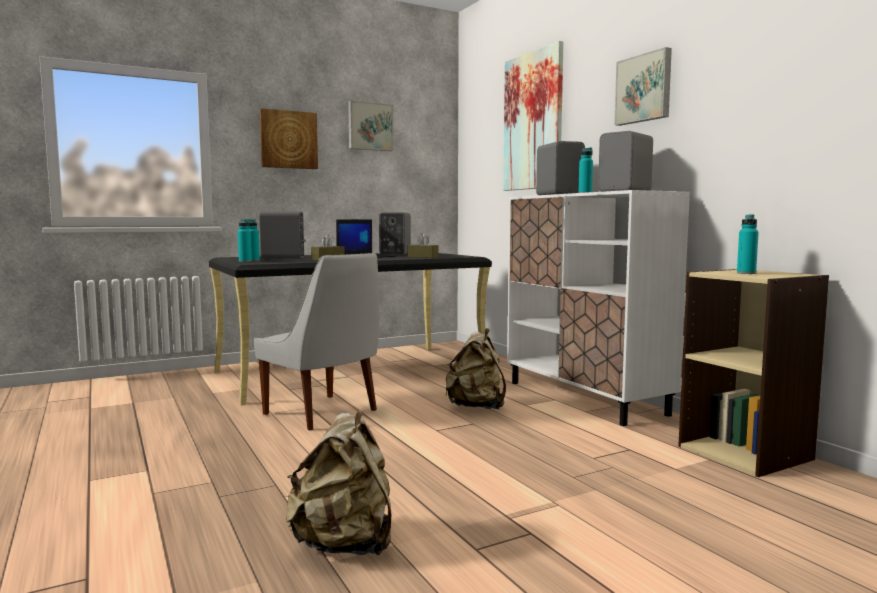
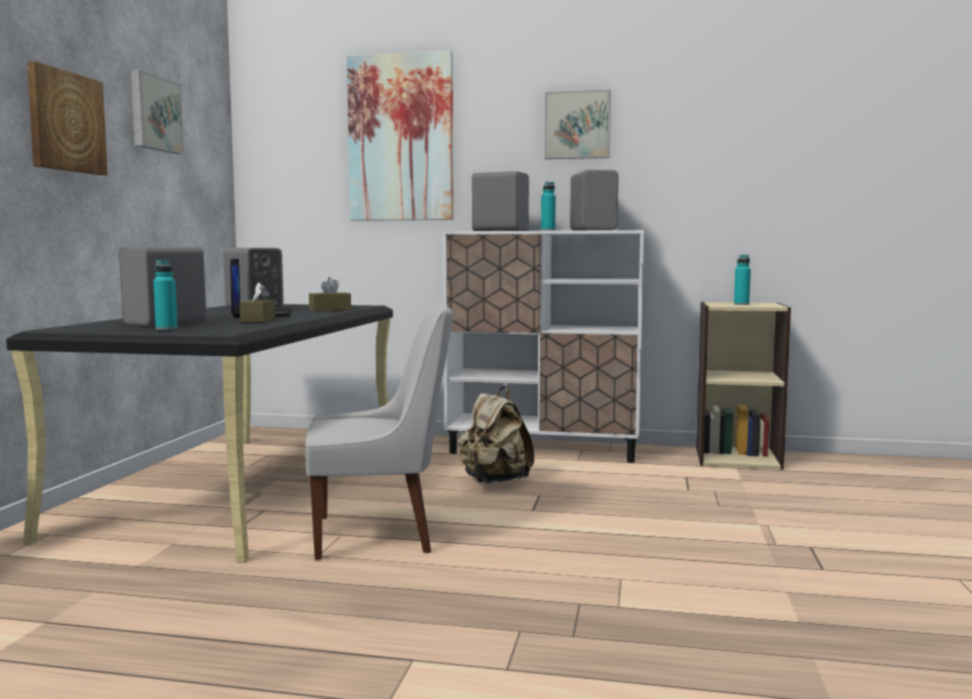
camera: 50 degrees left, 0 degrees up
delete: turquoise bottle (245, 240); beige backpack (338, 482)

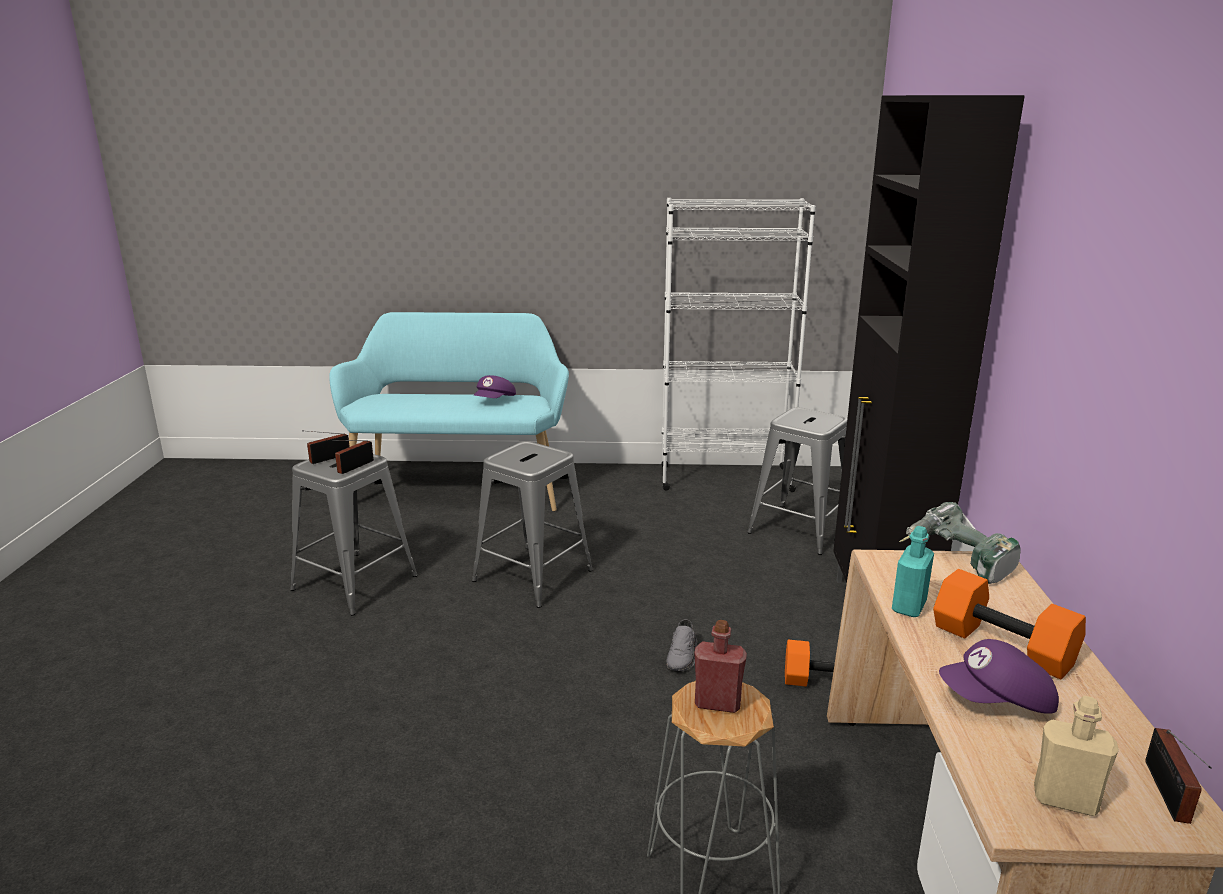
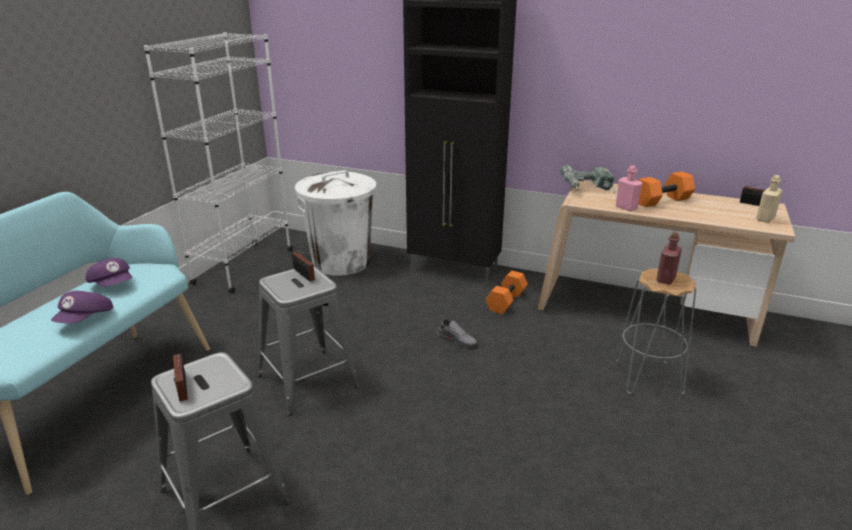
camera: 70 degrees left, 5 degrees up
move: radio (353, 457) to (303, 266); purple cap (999, 676) to (82, 307)
replace: grey stool (797, 481) to white trash can (336, 223)
recolor: turquoise bottle (913, 571) to pink bottle (629, 188)

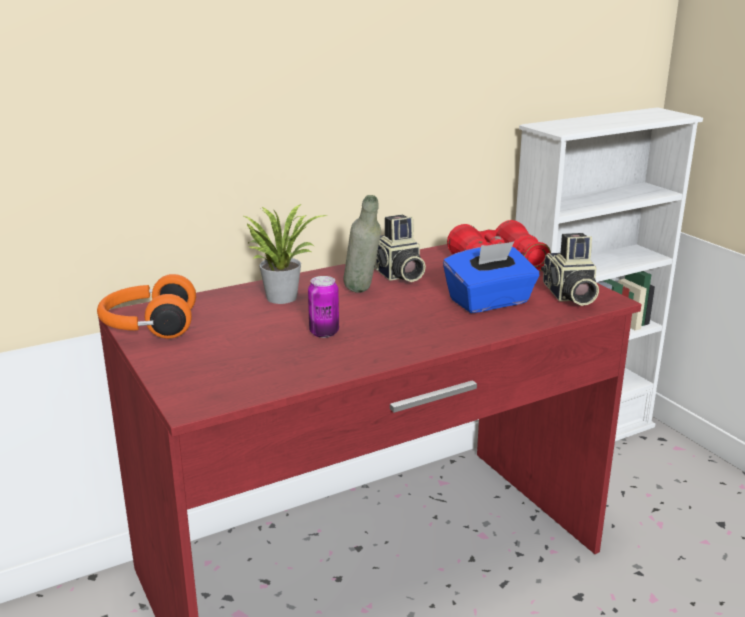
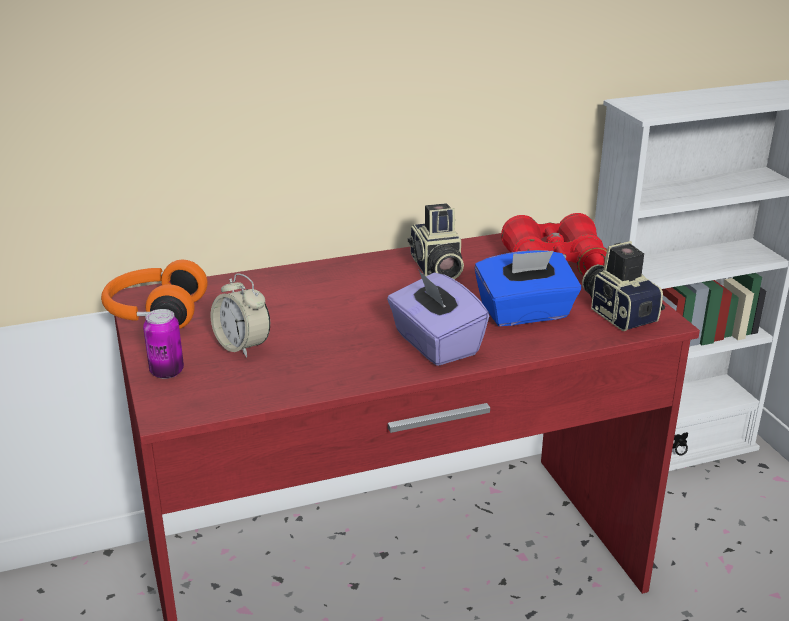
camera: 10 degrees right, 5 degrees up
delete: potted plant (285, 254); grey bottle (362, 244)
insert: alarm clock (240, 315); purple tissue box (438, 317)
move: can (323, 307) to (163, 344)
rotate: photo camera (570, 269) = (623, 286) 150 degrees clockwise

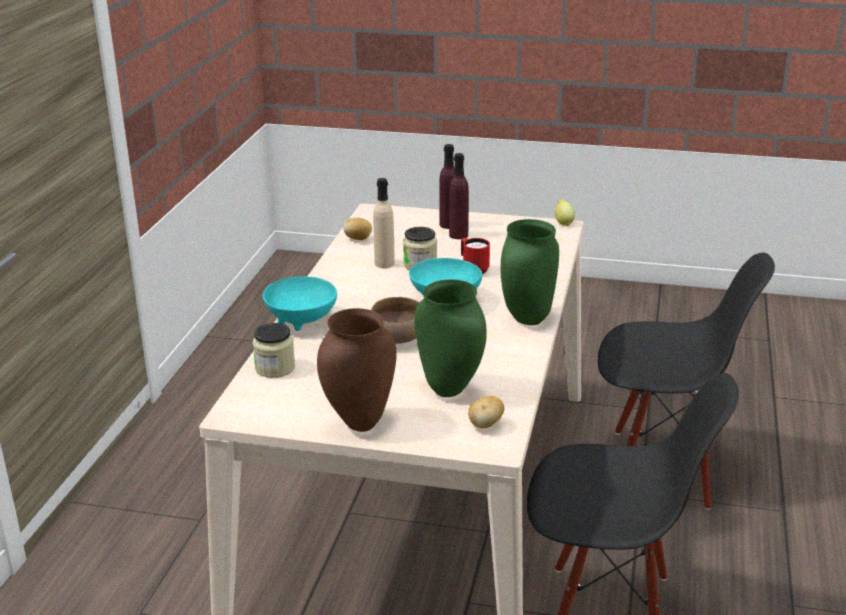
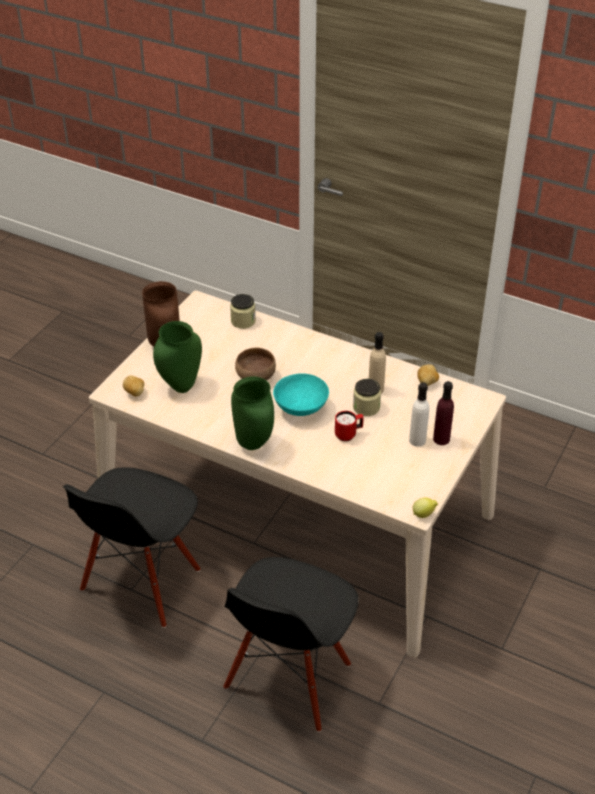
camera: 105 degrees right, 15 degrees up
delete: turquoise bowl (300, 304)
recolor: purple bottle (459, 196) to white bottle (419, 415)

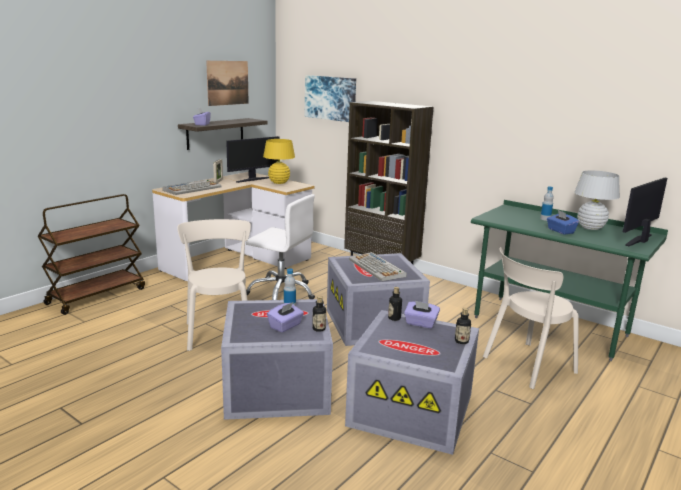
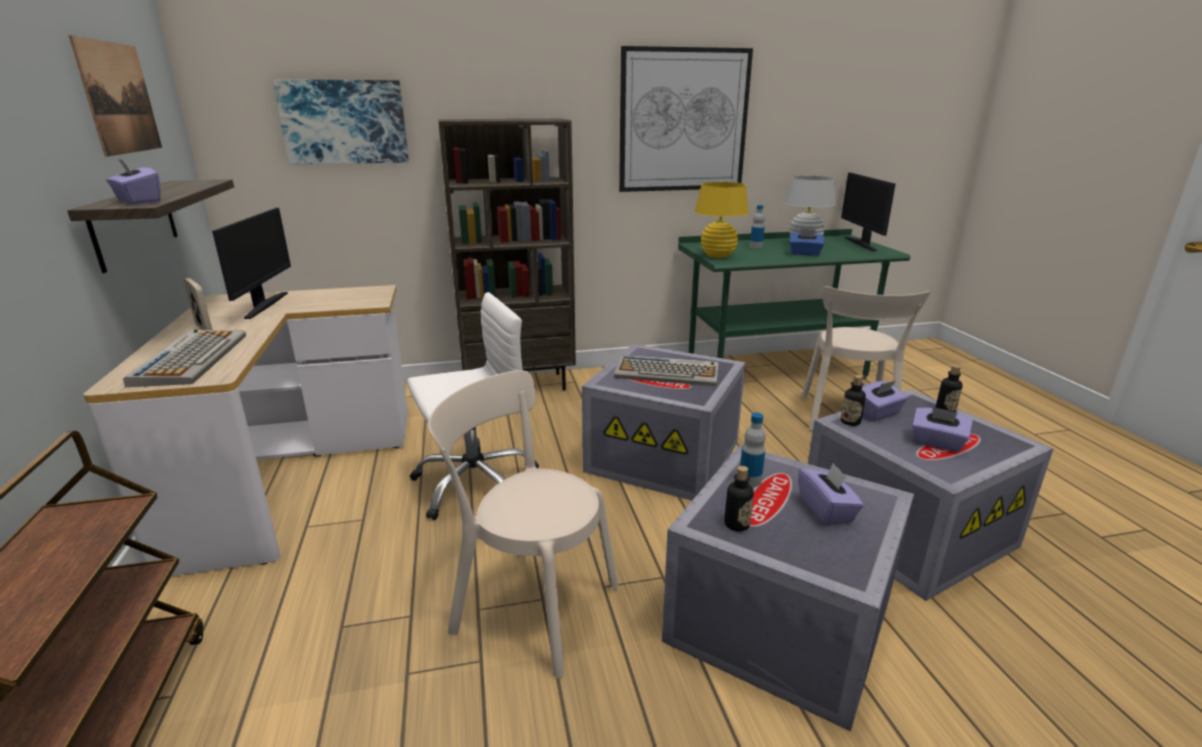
camera: 50 degrees left, 5 degrees up
insert: picture (686, 119); purple tissue box (942, 429)
move: yellow table lamp (279, 161) to (721, 220); bottle (319, 314) to (739, 499)

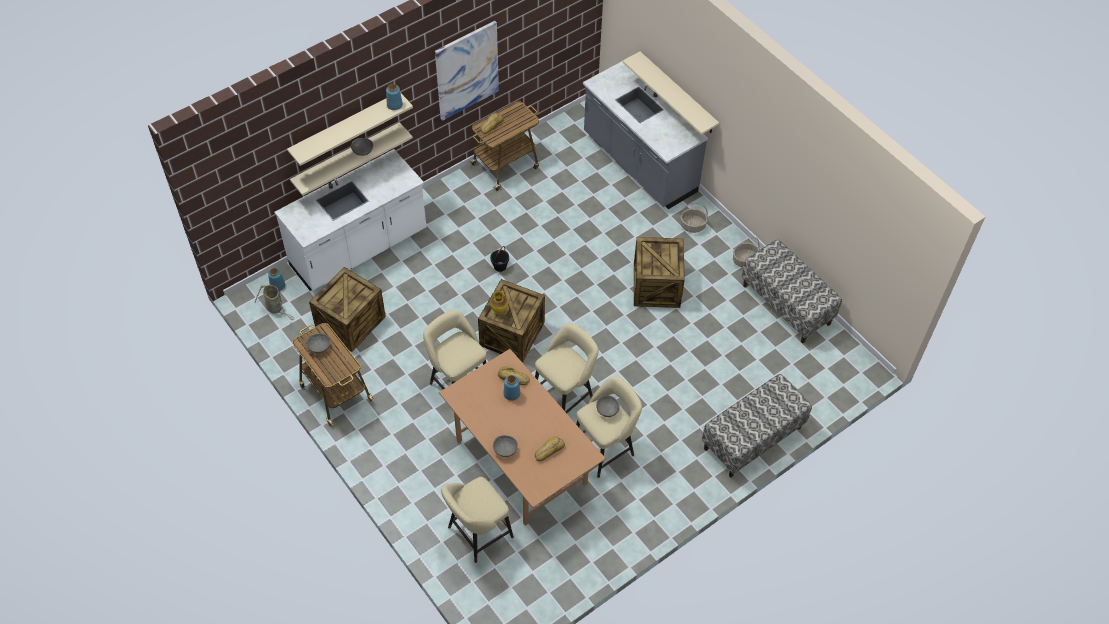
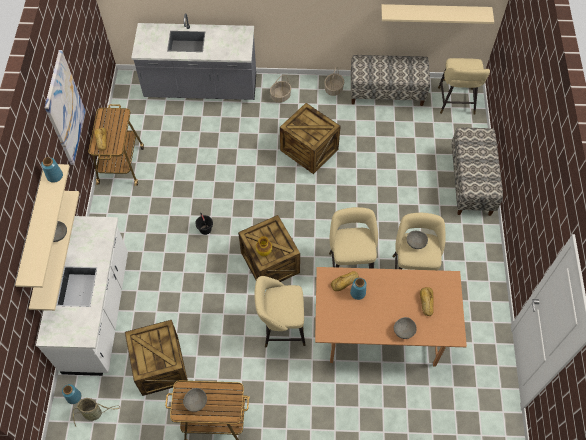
camera: 50 degrees left, 5 degrees up
move: beige stool (477, 520) to (464, 86); beige shelf (671, 93) to (437, 14)

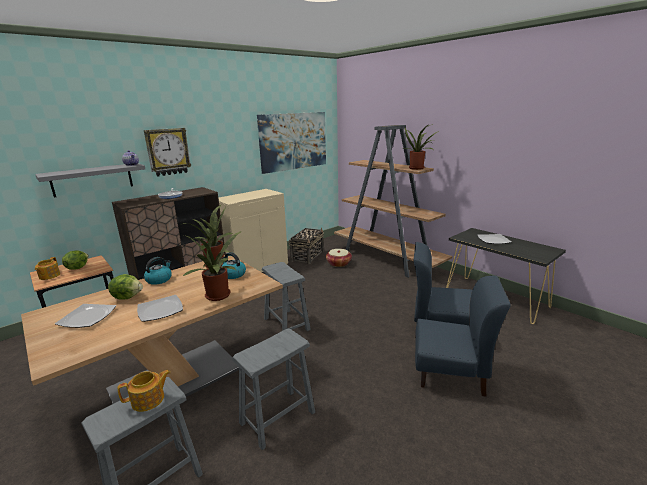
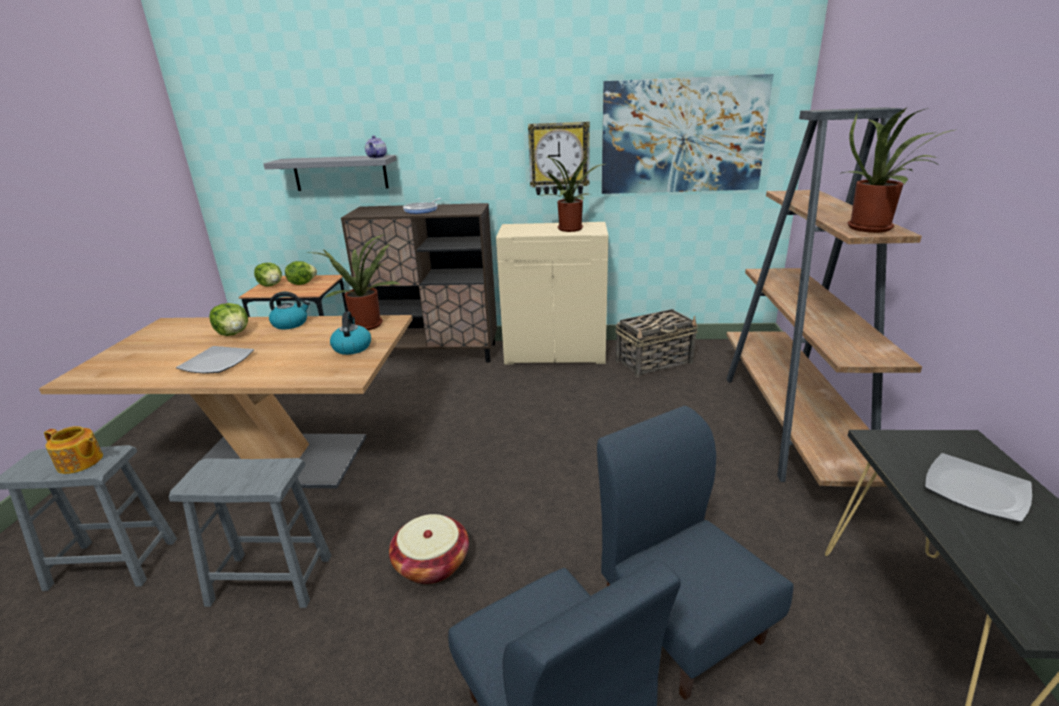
camera: 45 degrees right, 5 degrees up
delete: plate (85, 316); grey stool (286, 296)
move: wall clock (168, 152) to (559, 158); potted plant (212, 264) to (571, 193); basket (339, 258) to (429, 549)
replace: teapot (47, 268) to lettuce (268, 275)

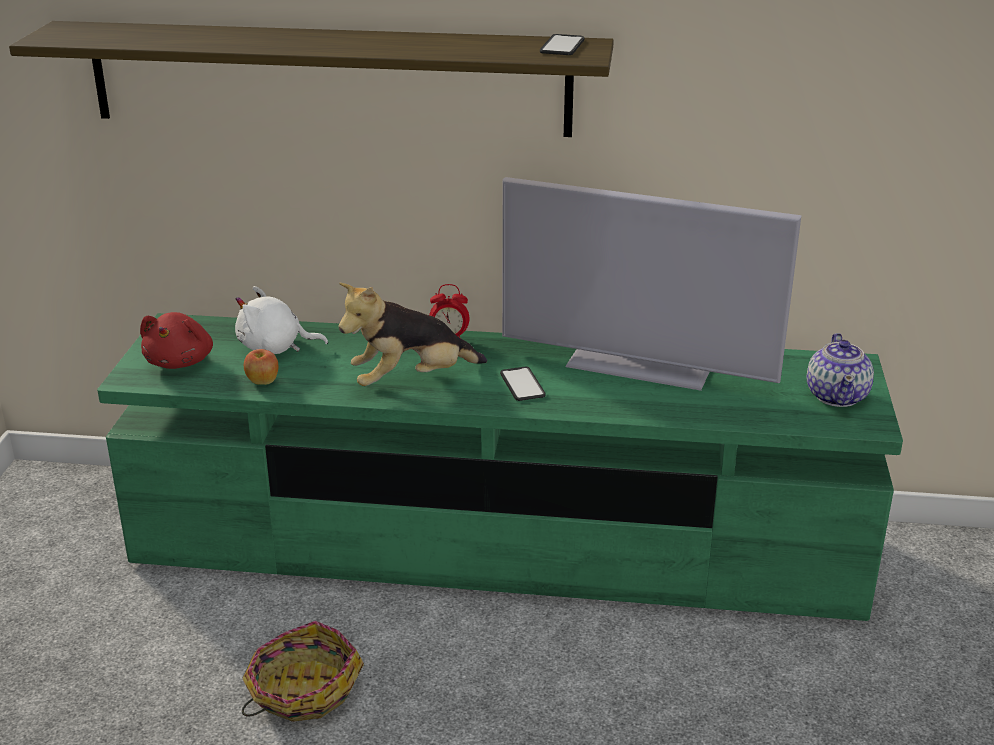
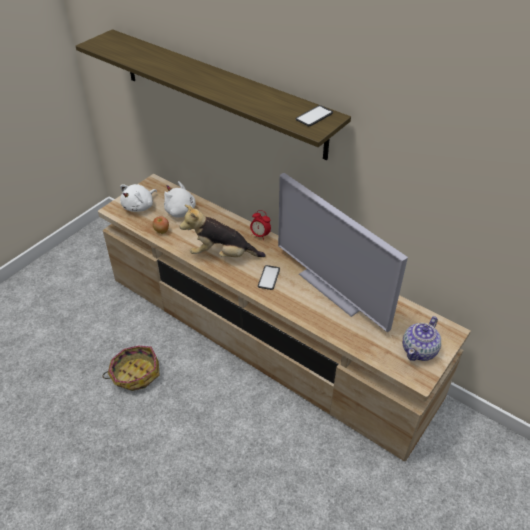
camera: 30 degrees right, 15 degrees up
recolor: green tv stand (500, 467) to beige tv stand (284, 317); red plush toy (176, 340) to white plush toy (138, 198)

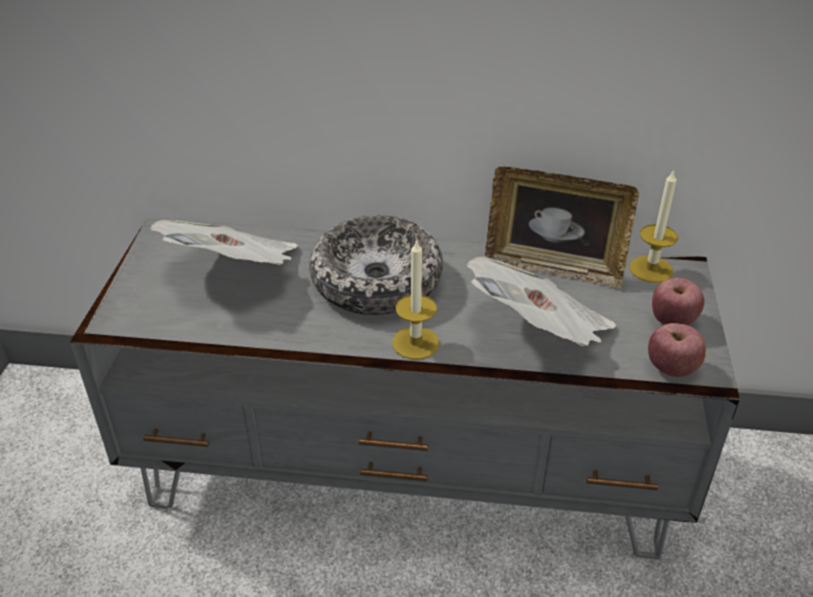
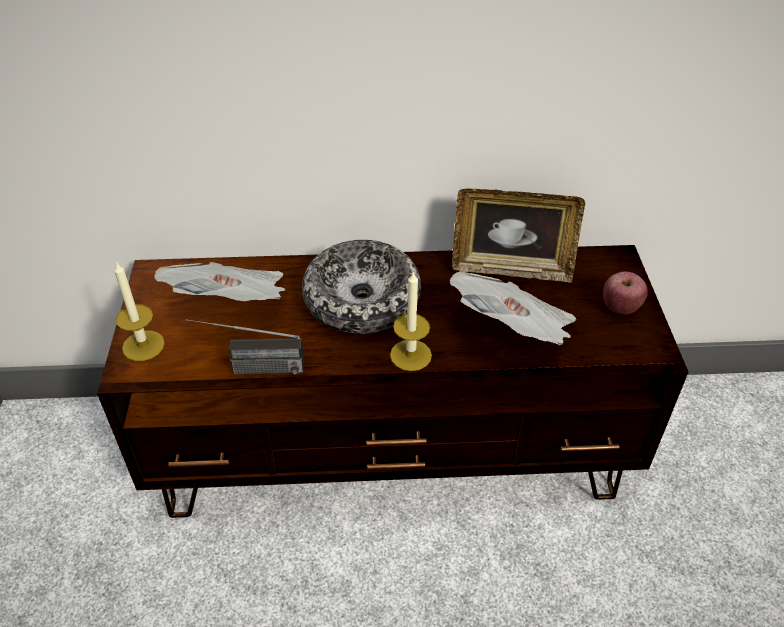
camera: 10 degrees left, 5 degrees up
delete: apple (677, 350)
insert: radio (245, 347)
move: candle (654, 226) to (139, 311)
recolor: grey tv stand (405, 388) to brown tv stand (392, 381)

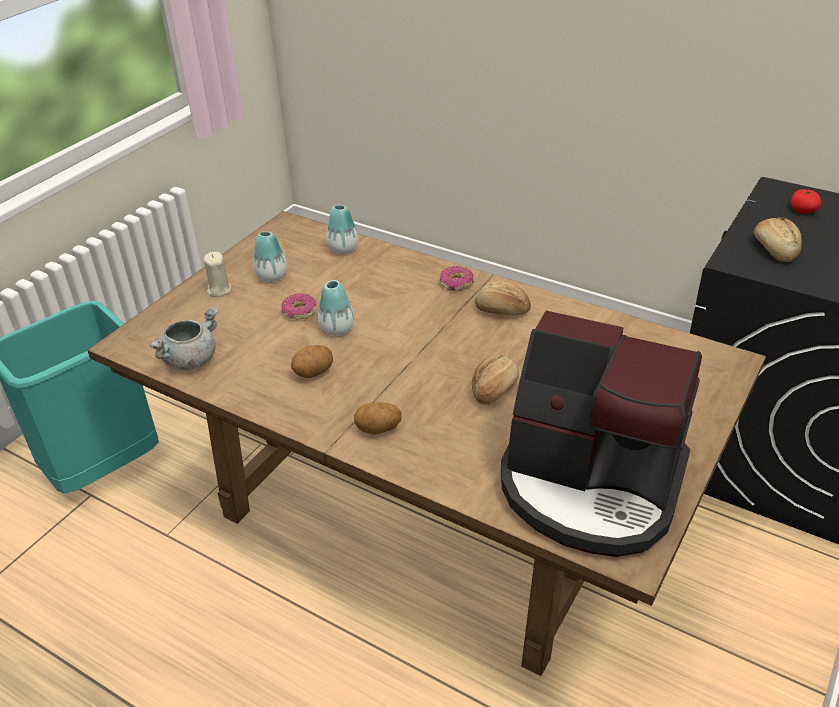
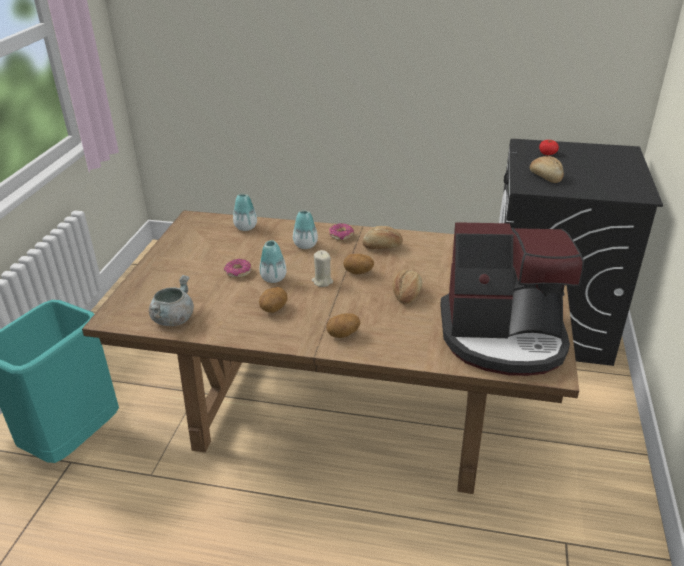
camera: 20 degrees left, 5 degrees down
insert: potato (358, 264)
move: beige candle (217, 274) to (322, 268); vase (270, 256) to (305, 229)

